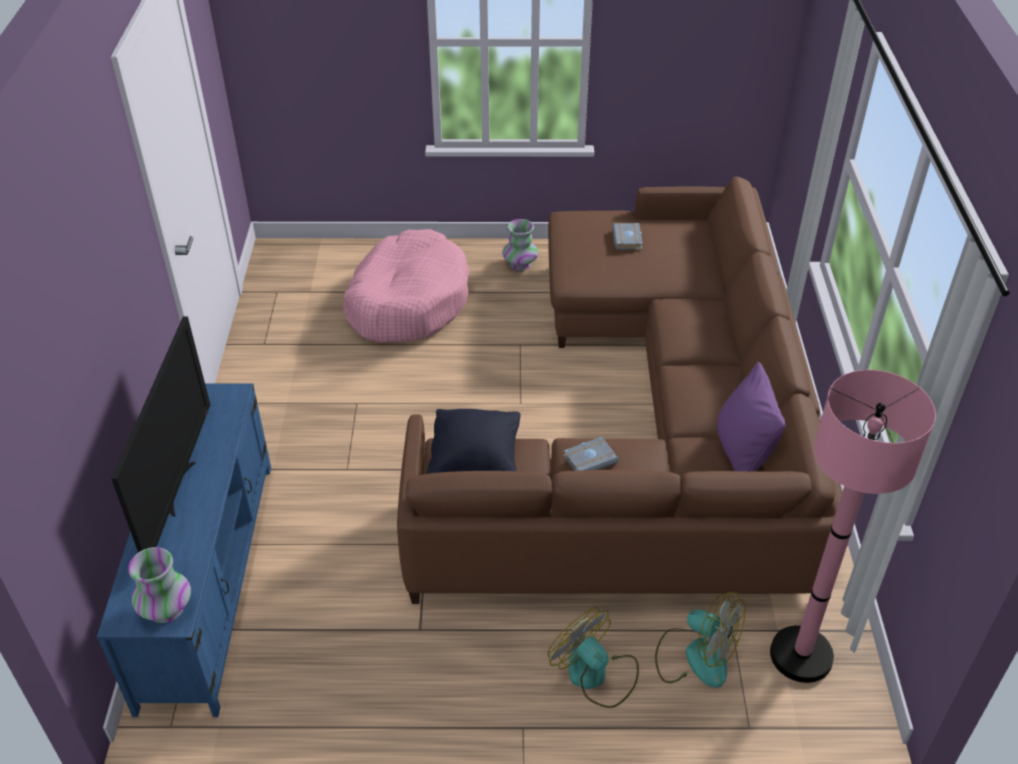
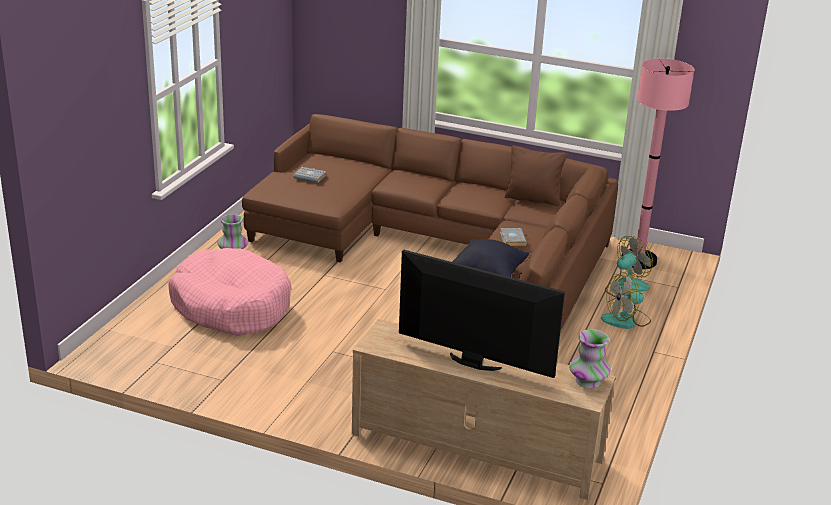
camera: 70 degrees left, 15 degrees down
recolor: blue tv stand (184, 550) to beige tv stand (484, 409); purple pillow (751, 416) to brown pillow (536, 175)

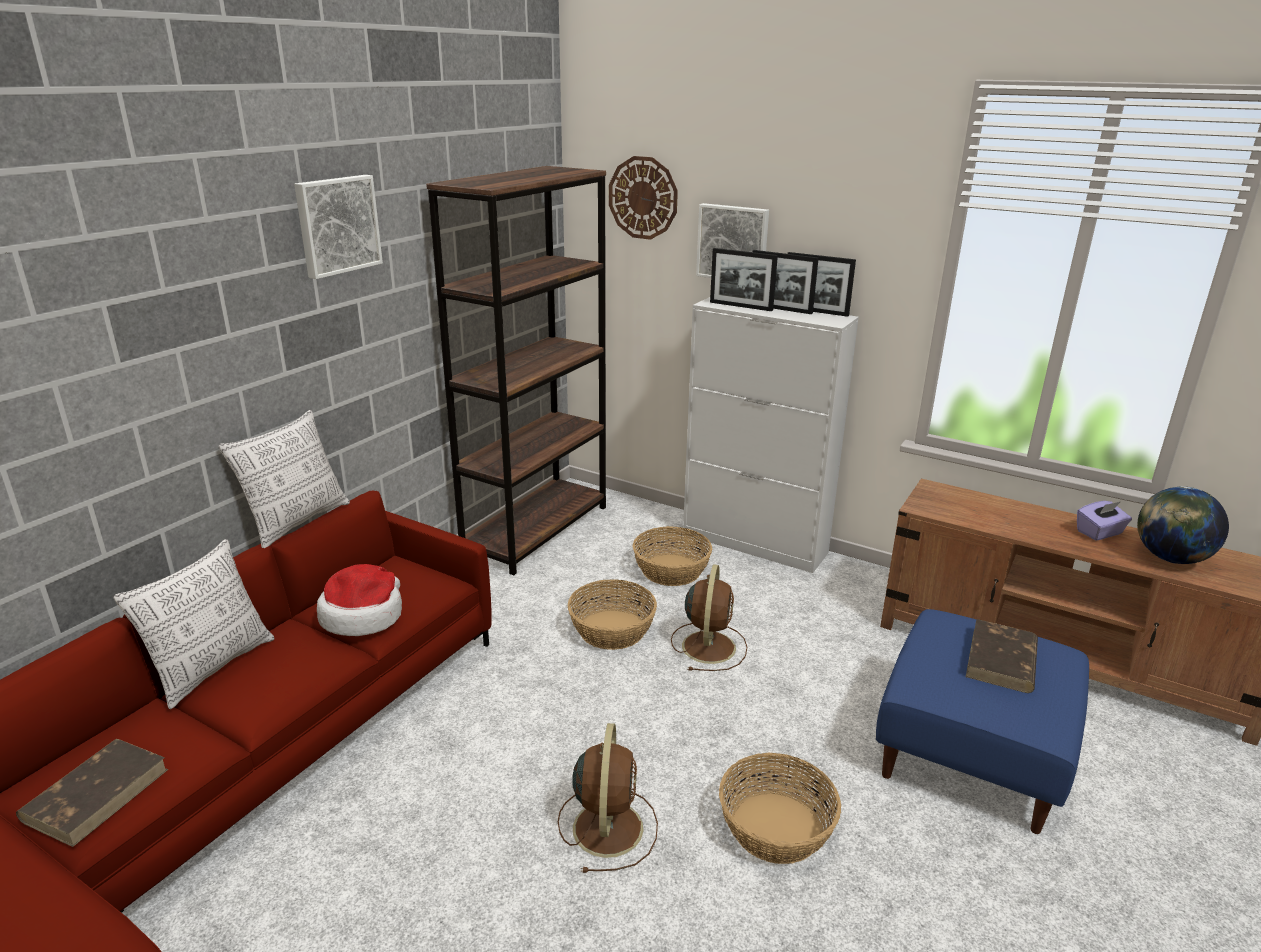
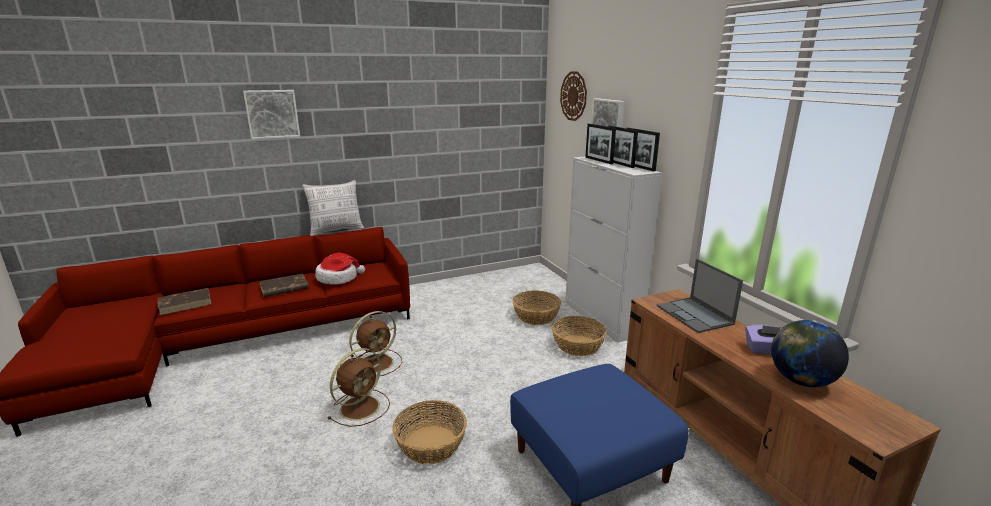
camera: 35 degrees right, 5 degrees down
delete: pillow (193, 624); brown bookcase (516, 370)
insert: laptop (700, 296)
move: picture (338, 227) to (271, 114); basket (612, 614) to (579, 336); brown fan (709, 617) to (375, 343); brown book (1002, 656) to (284, 285)

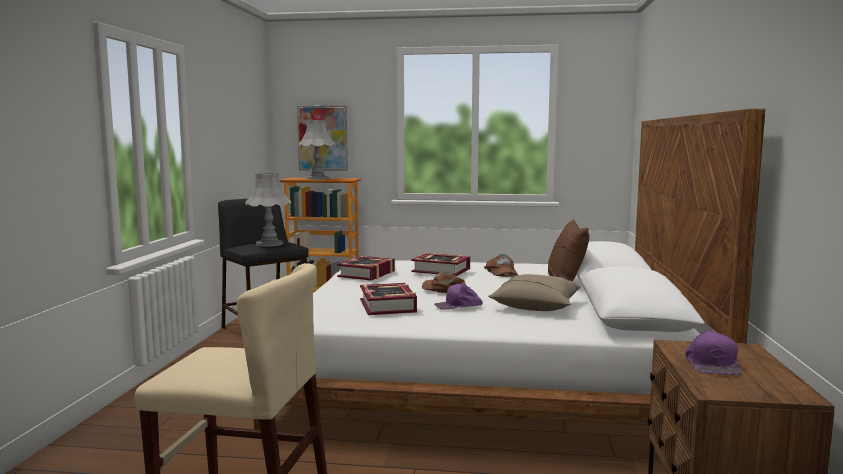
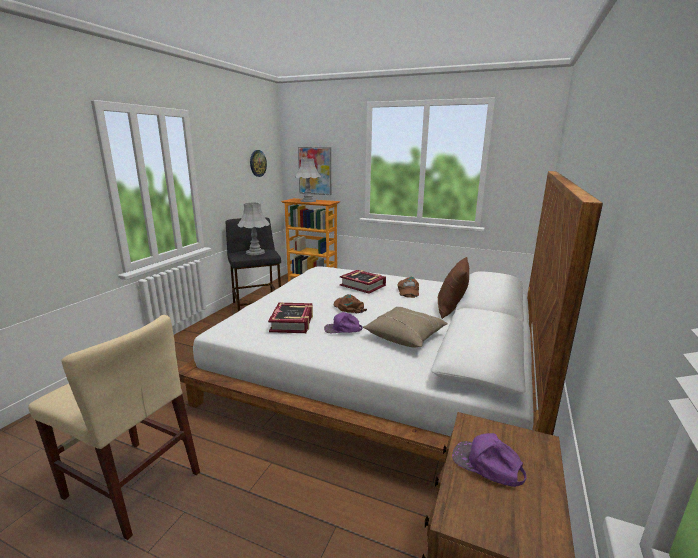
camera: 15 degrees right, 10 degrees up
delete: book (366, 268)
insert: wall clock (258, 163)
rotate: purple cap (714, 353) = (489, 460) 105 degrees clockwise

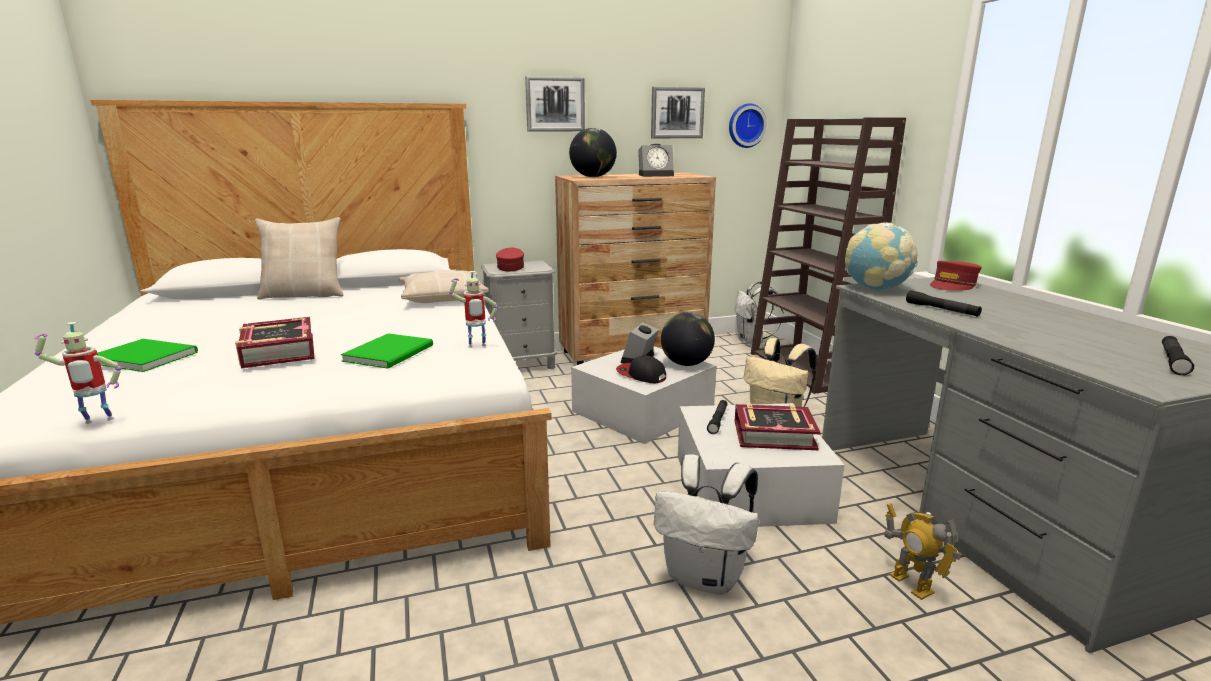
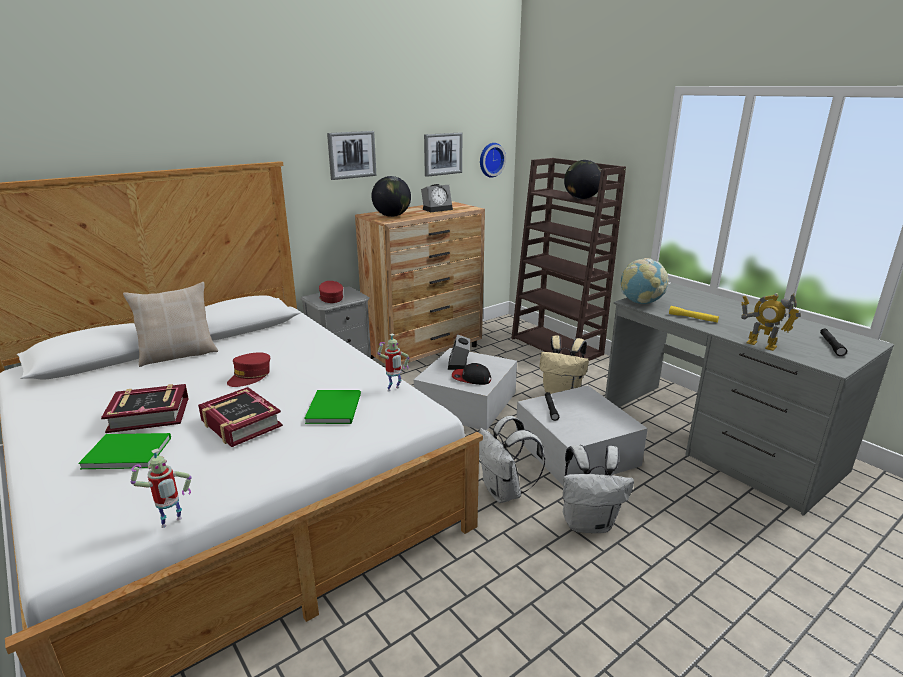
camera: 20 degrees left, 5 degrees up
delete: beige pillow (444, 286)
move: globe (688, 339) to (582, 179); white backpack (758, 312) to (512, 459); book (778, 426) to (145, 408); toy robot (922, 551) to (771, 322); red cap (955, 276) to (248, 369)
recolor: black flashlight (944, 303) to yellow flashlight (694, 314)

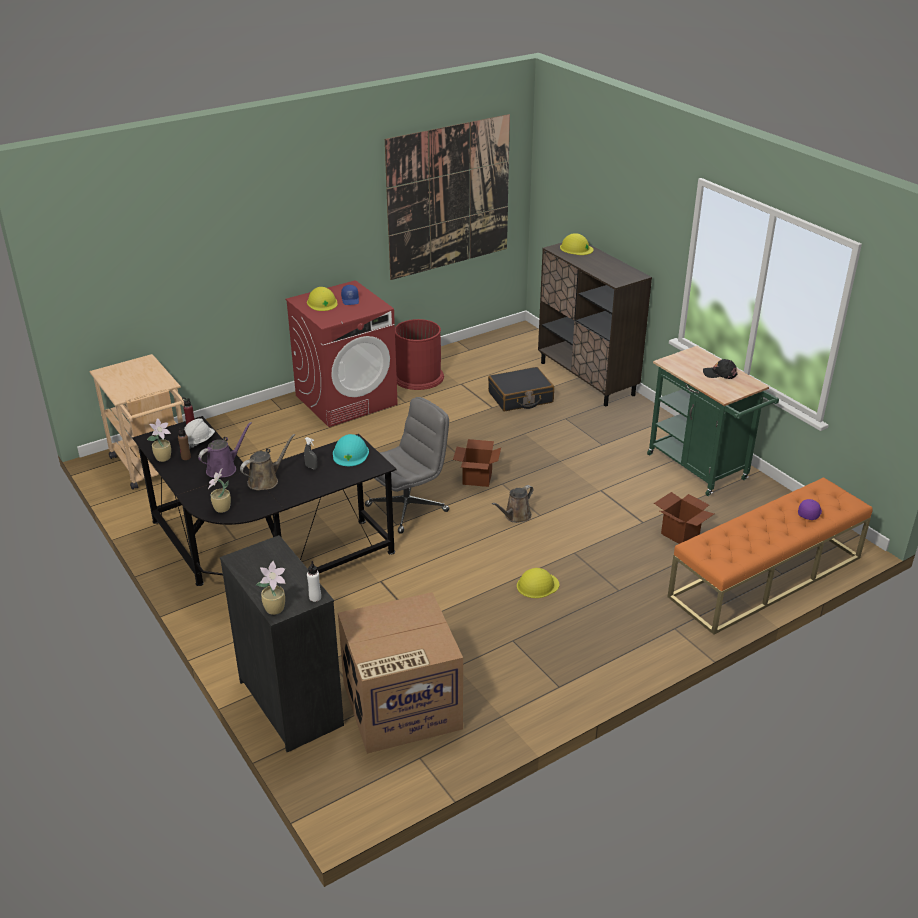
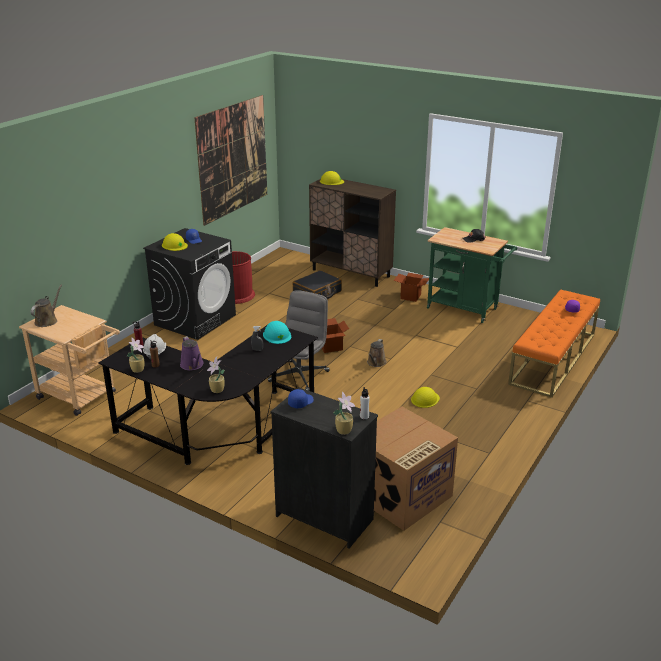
camera: 25 degrees left, 5 degrees down
insert: blue cap (301, 398)
move: brown watering can (267, 462) to (46, 306); cardboard box (684, 518) to (411, 287)
recolor: red washing machine (341, 353) to black washing machine (189, 284)
rotate: purple watering can (225, 450) = (192, 353) 135 degrees clockwise

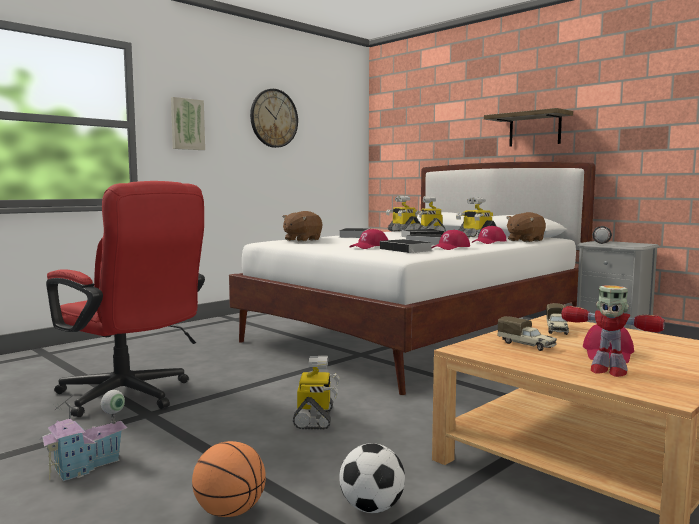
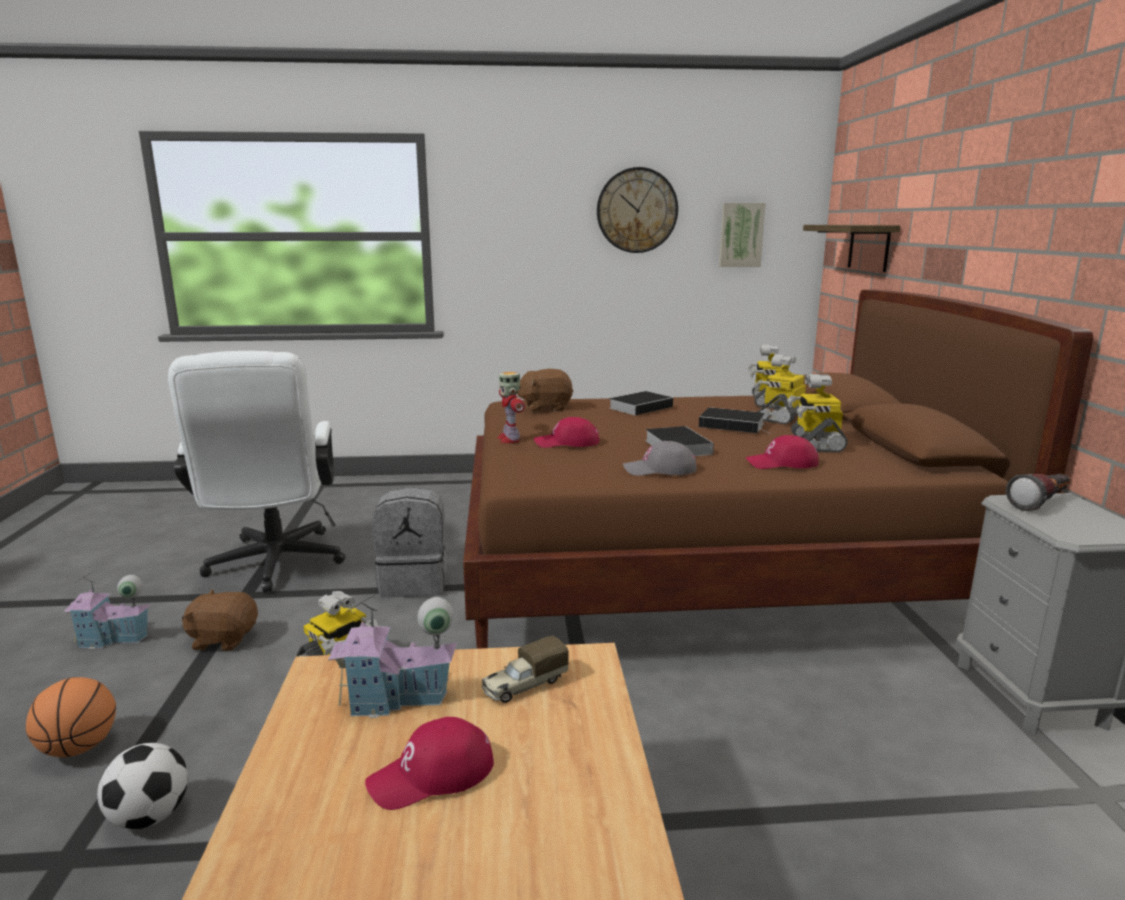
camera: 40 degrees right, 10 degrees up
delete: book (406, 246)
insert: grey backpack (410, 542)
move: picture (188, 123) to (742, 235); shelf (528, 127) to (851, 248); brown plush toy (526, 227) to (220, 620); toy robot (613, 331) to (511, 407)
replace: toy truck (527, 333) to toy house (392, 656)
recolor: red office chair (125, 299) to white office chair (257, 471); white bed (412, 278) to brown bed (778, 469); red cap (451, 240) to grey cap (659, 458)

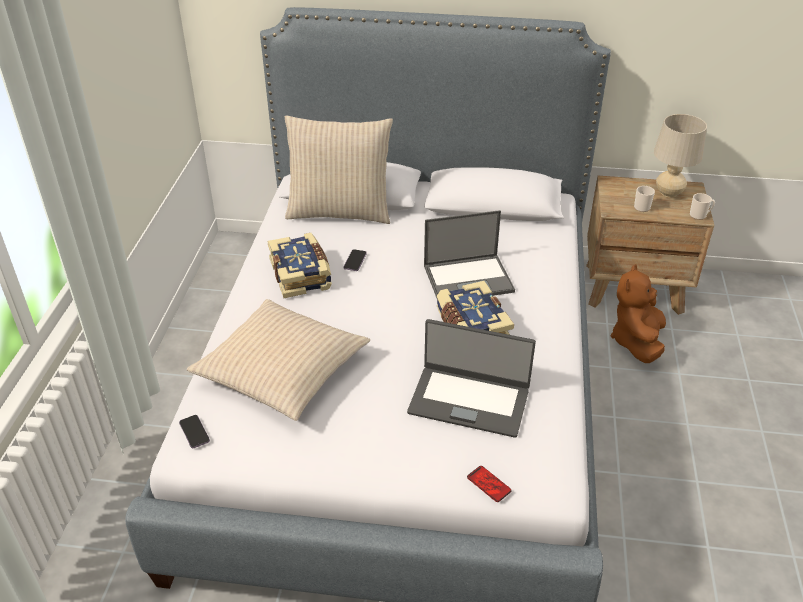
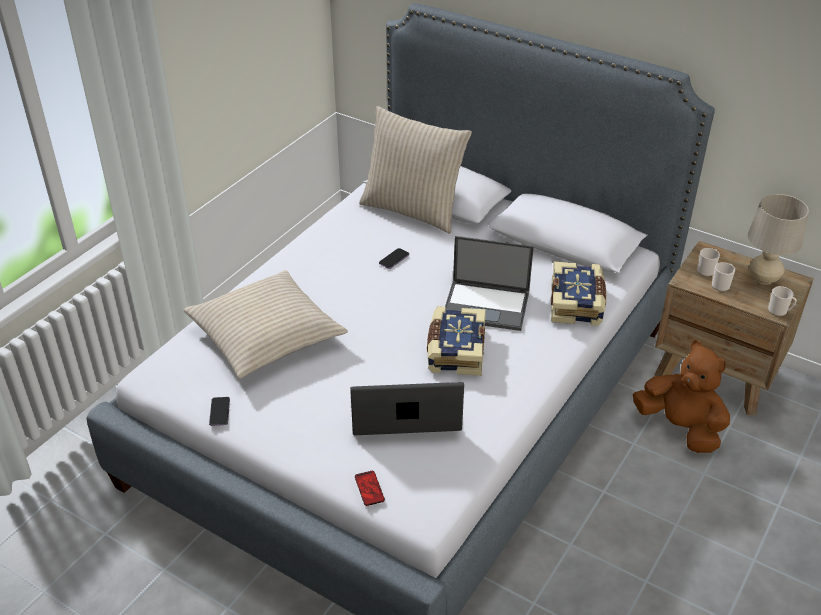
camera: 25 degrees right, 0 degrees up
insert: mug (708, 262)
move: phone (194, 431) to (219, 411); book (299, 265) to (578, 294)
rotate: laptop (471, 378) = (407, 408) 135 degrees clockwise; brown plush toy (638, 313) = (681, 396) 90 degrees clockwise

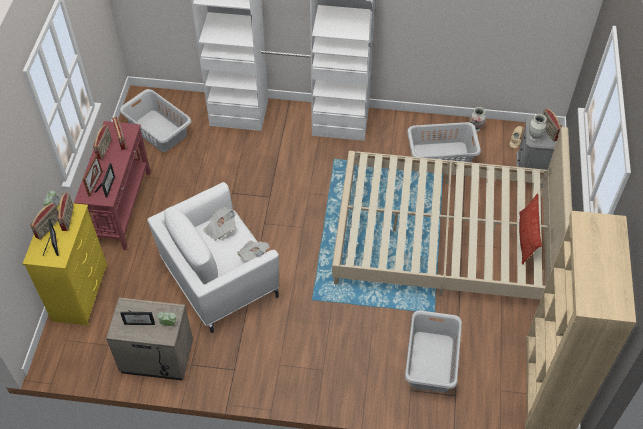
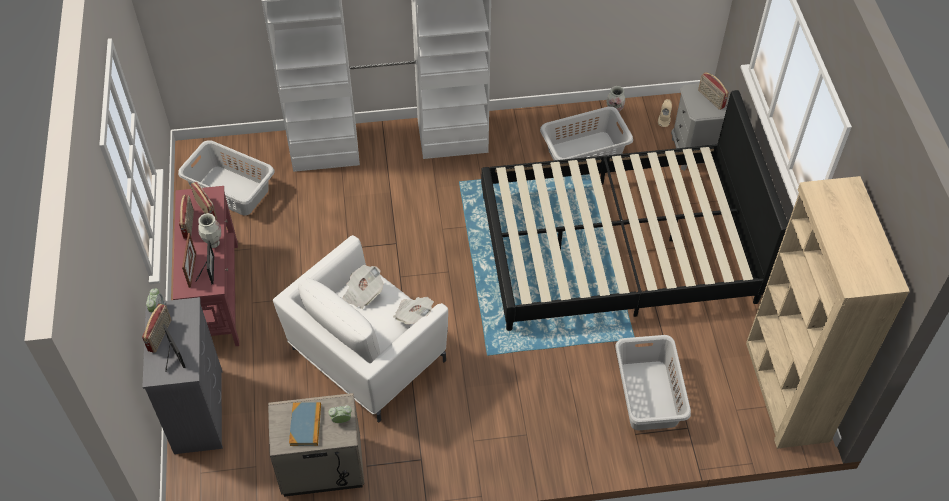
camera: 15 degrees left, 0 degrees up
delete: radio (65, 212); pillow (530, 229)
move: vase (537, 127) to (209, 230)
replace: picture frame (137, 317) to book (305, 424)
recolor: yellow dresser (65, 264) to grey dresser (182, 375); beige bed (452, 213) to black bed (634, 210)

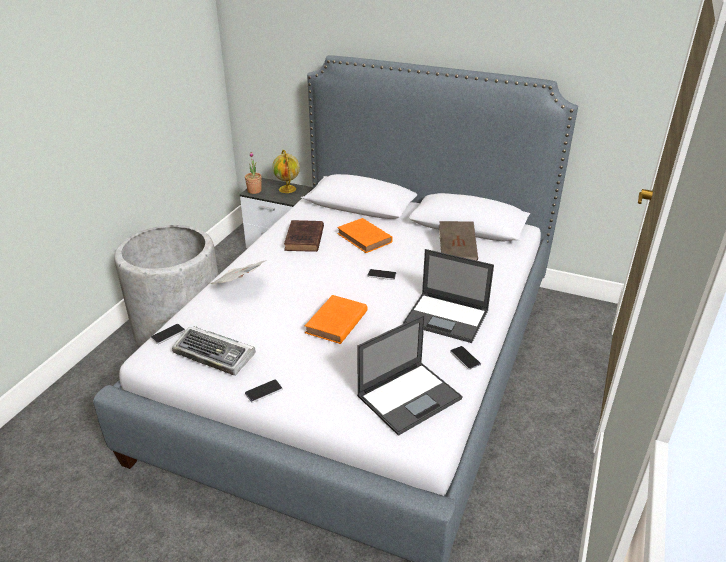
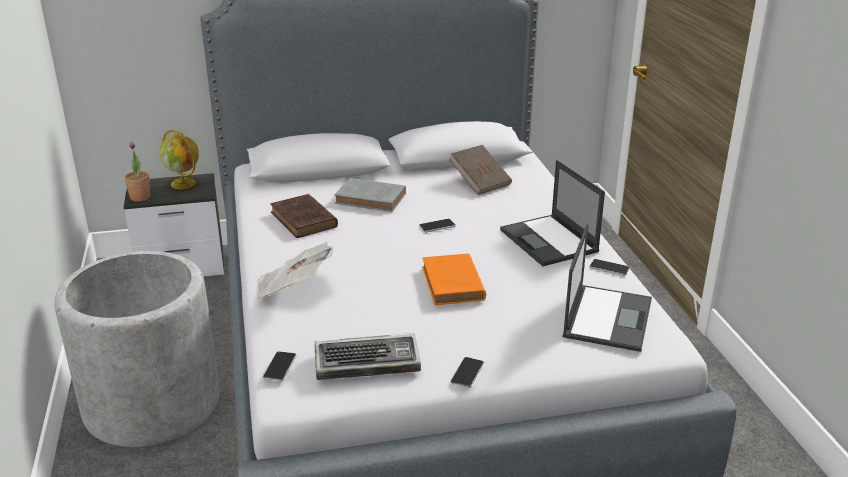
camera: 35 degrees left, 5 degrees down
recolor: orange book (365, 235) to grey book (370, 195)
rotate: laptop (448, 296) = (552, 213) 75 degrees clockwise

